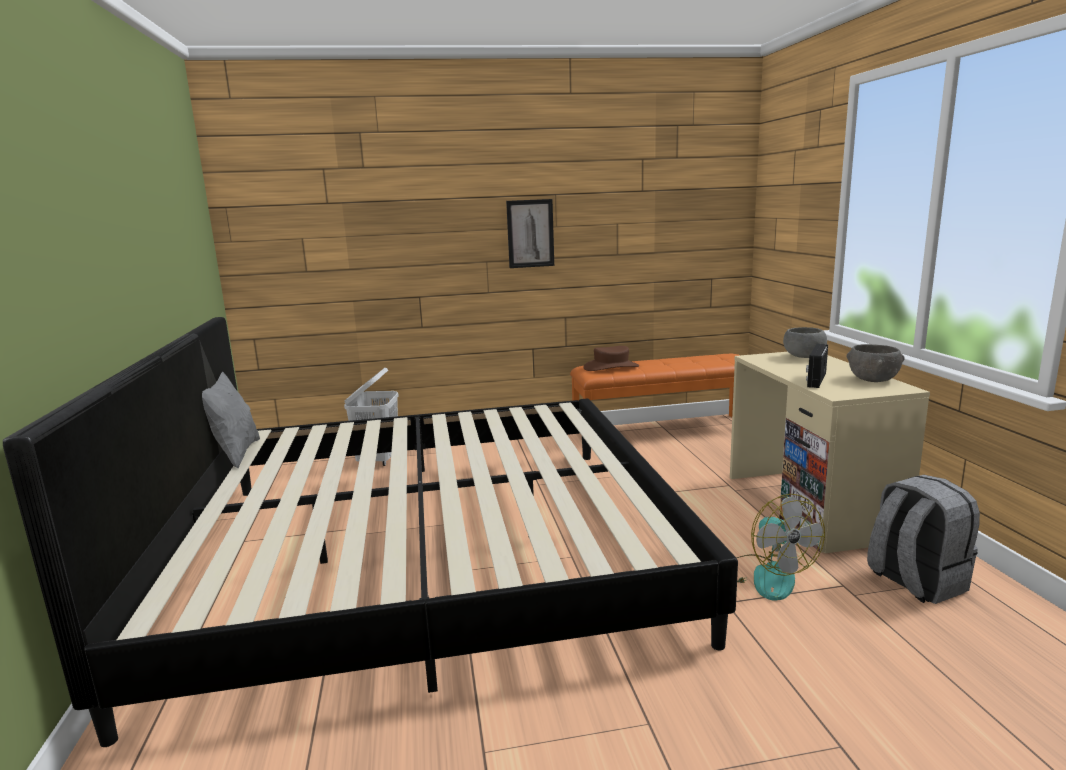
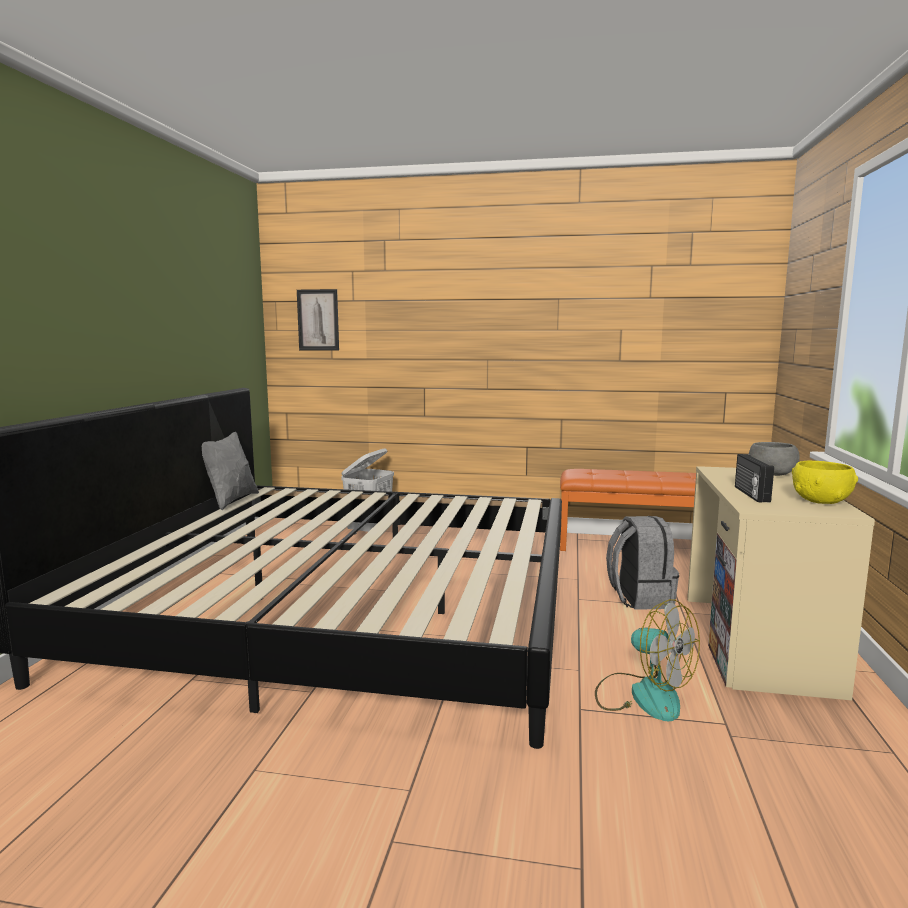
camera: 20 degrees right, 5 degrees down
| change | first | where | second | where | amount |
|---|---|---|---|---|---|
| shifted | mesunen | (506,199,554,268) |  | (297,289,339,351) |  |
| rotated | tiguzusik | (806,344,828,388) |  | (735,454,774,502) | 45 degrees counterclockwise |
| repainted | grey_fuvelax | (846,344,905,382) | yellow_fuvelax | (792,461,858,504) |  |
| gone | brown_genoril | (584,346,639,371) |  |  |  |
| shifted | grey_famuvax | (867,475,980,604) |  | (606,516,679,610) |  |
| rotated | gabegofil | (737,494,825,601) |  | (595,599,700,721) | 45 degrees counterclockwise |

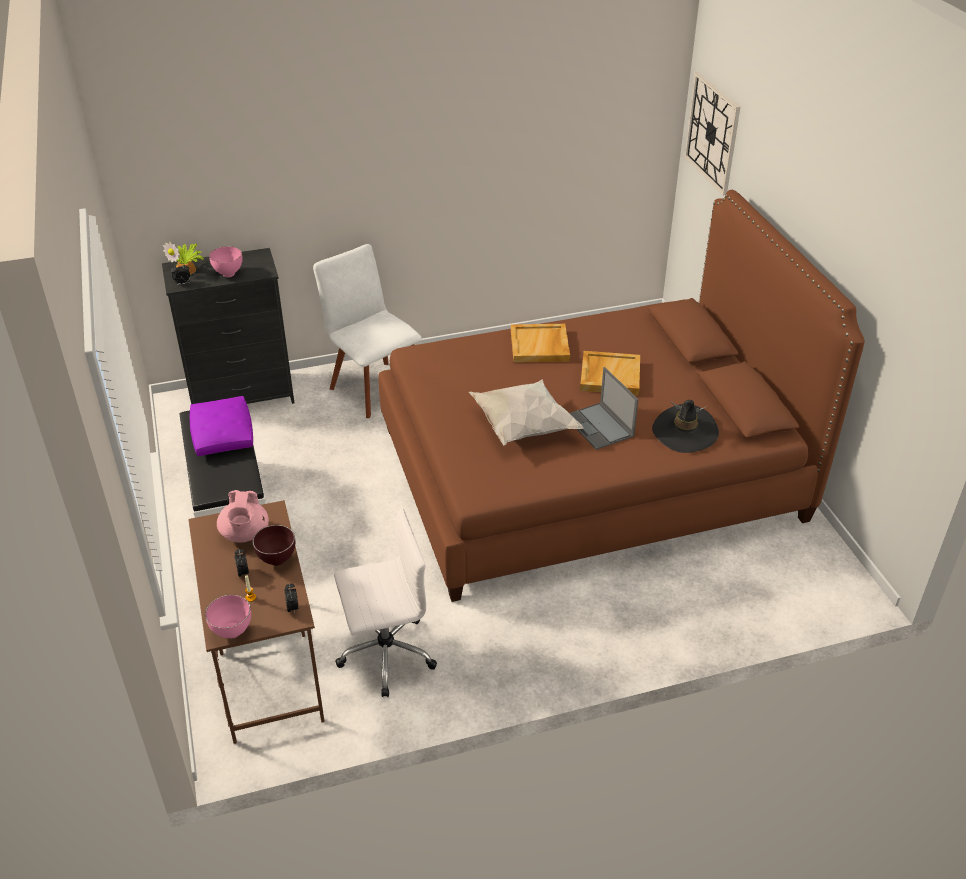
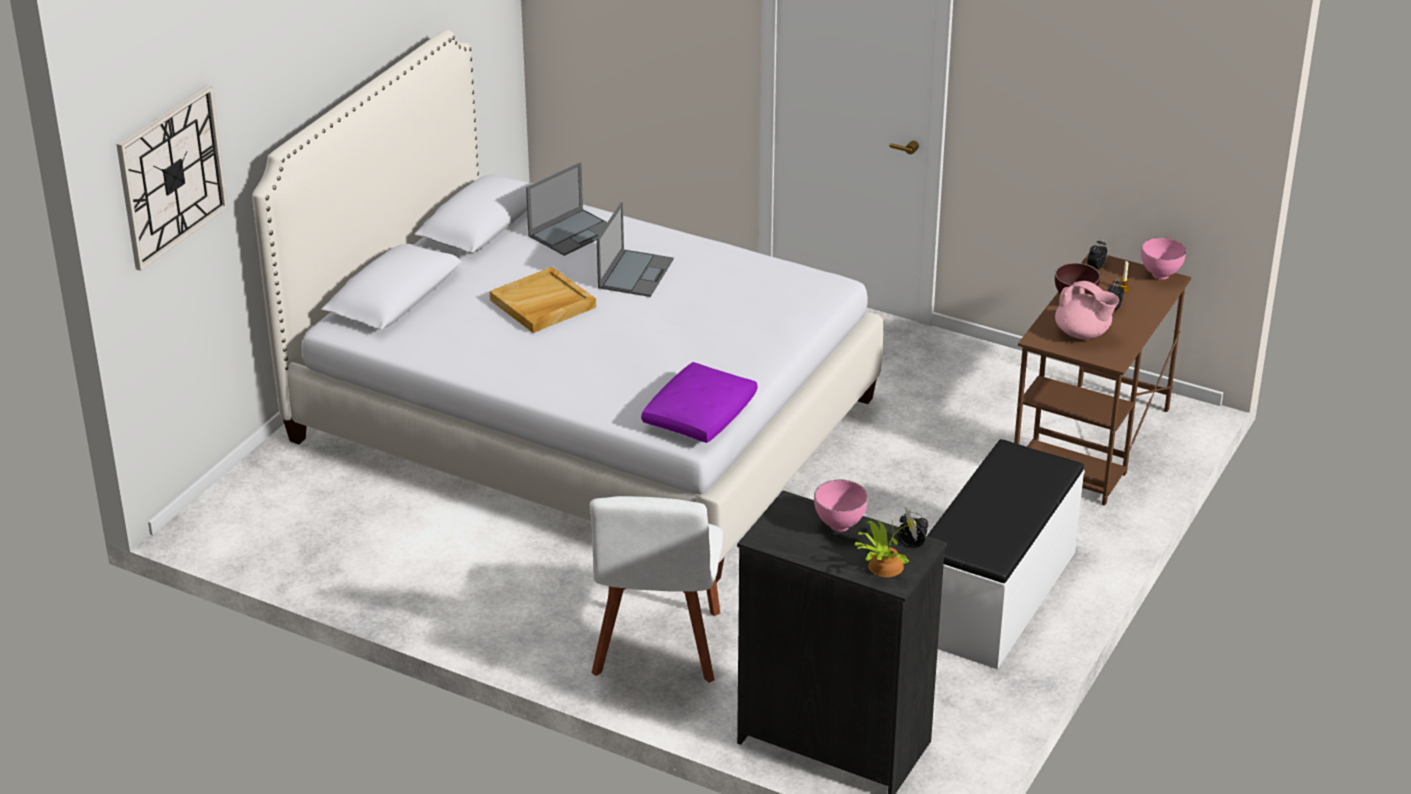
camera: 135 degrees left, 5 degrees down
| change | first | where | second | where | amount |
|---|---|---|---|---|---|
| repainted | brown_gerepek | (379,190,865,602) | white_gerepek | (252,30,883,583) |  |
| gone | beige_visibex | (511,324,570,363) |  |  |  |
| gone | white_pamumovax | (469,379,583,445) |  |  |  |
| shifted | purple_pamumovax | (190,396,253,456) |  | (641,362,758,443) |  |
| swapped | black_genoril | (652,400,719,453) | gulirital | (526,162,607,256) |  |
| rotated | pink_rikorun | (217,490,269,543) |  | (1055,281,1119,340) | 90 degrees clockwise |
| gone | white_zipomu | (334,508,437,697) |  |  |  |

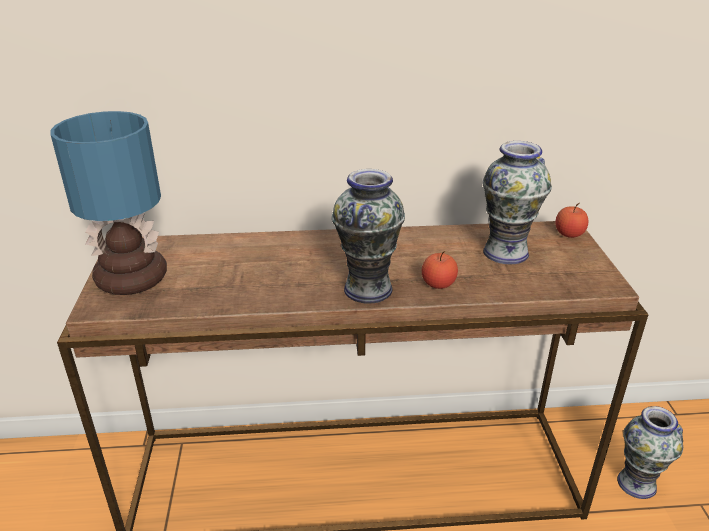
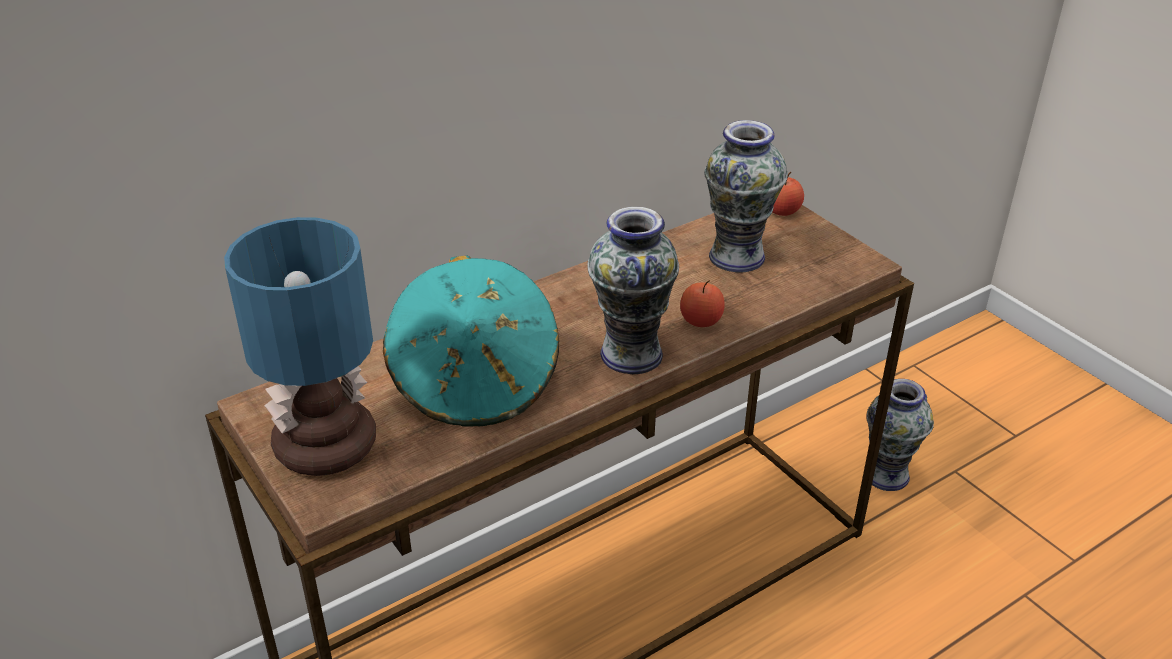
camera: 30 degrees left, 5 degrees up
| change | first | where | second | where | amount |
|---|---|---|---|---|---|
| new |  |  | turquoise_genoril | (383,255,559,427) |  |

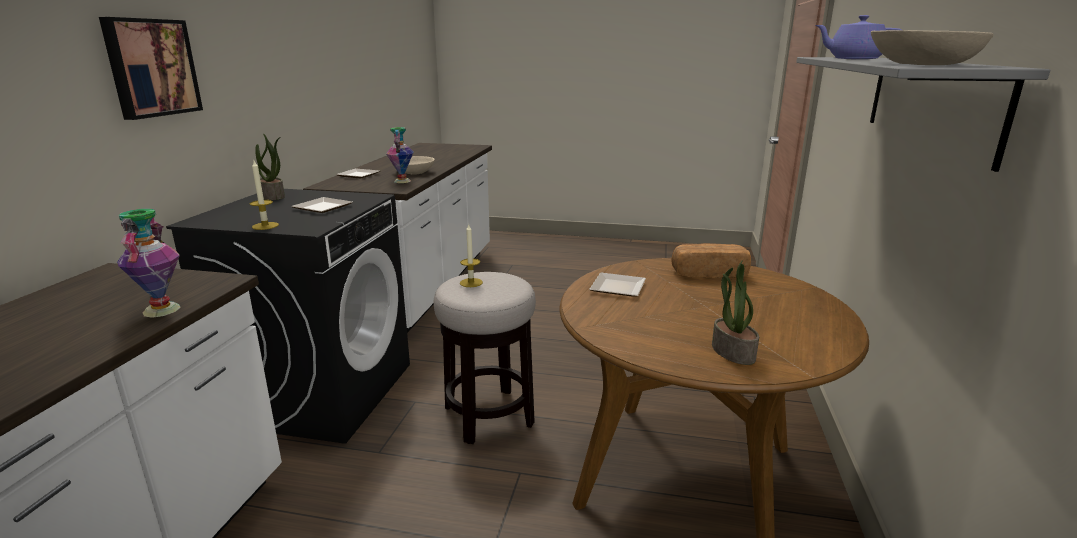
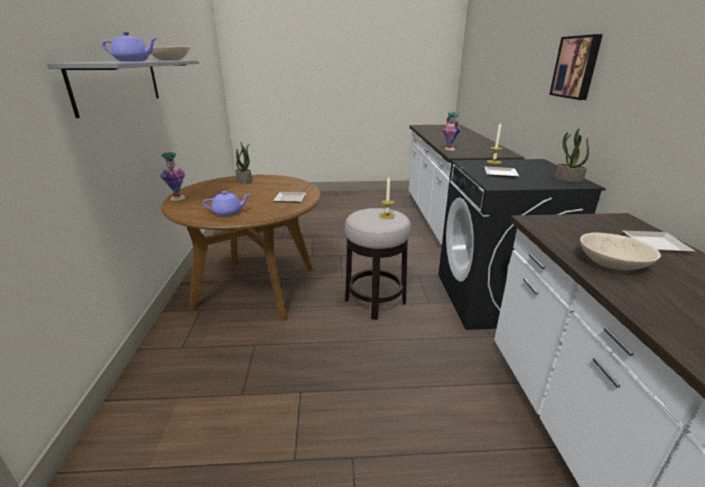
camera: 165 degrees right, 5 degrees up
| change | first | where | second | where | amount |
|---|---|---|---|---|---|
| shifted | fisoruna | (386,127,414,183) |  | (160,152,185,201) |  |
| swapped | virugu | (671,243,751,278) | purple_rikorun | (203,191,250,216) |  |

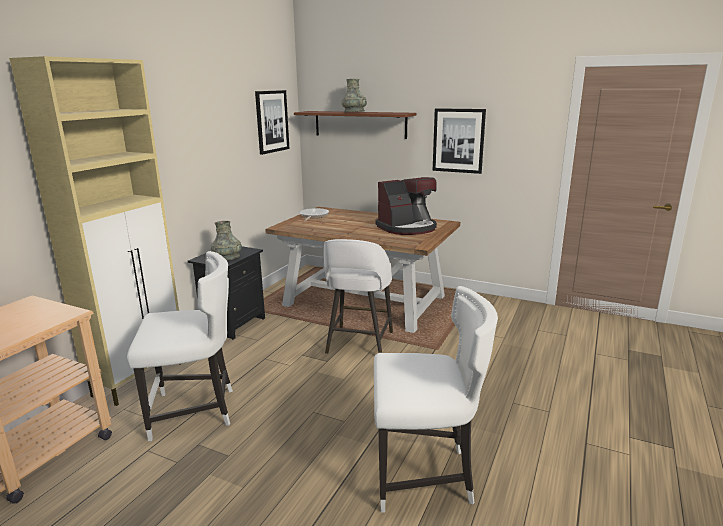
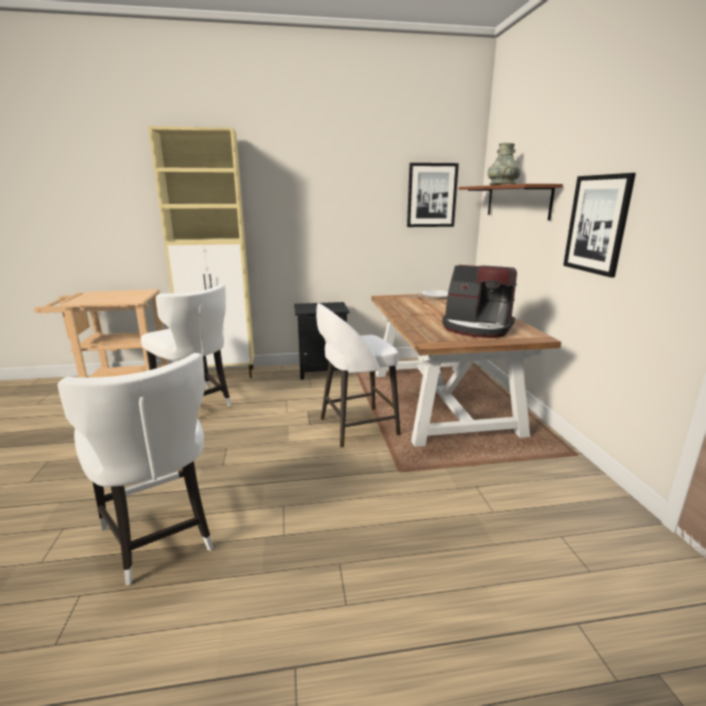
camera: 55 degrees right, 0 degrees up
| change | first | where | second | where | amount |
|---|---|---|---|---|---|
| gone | grey_fisoruna | (211,221,242,260) |  |  |  |

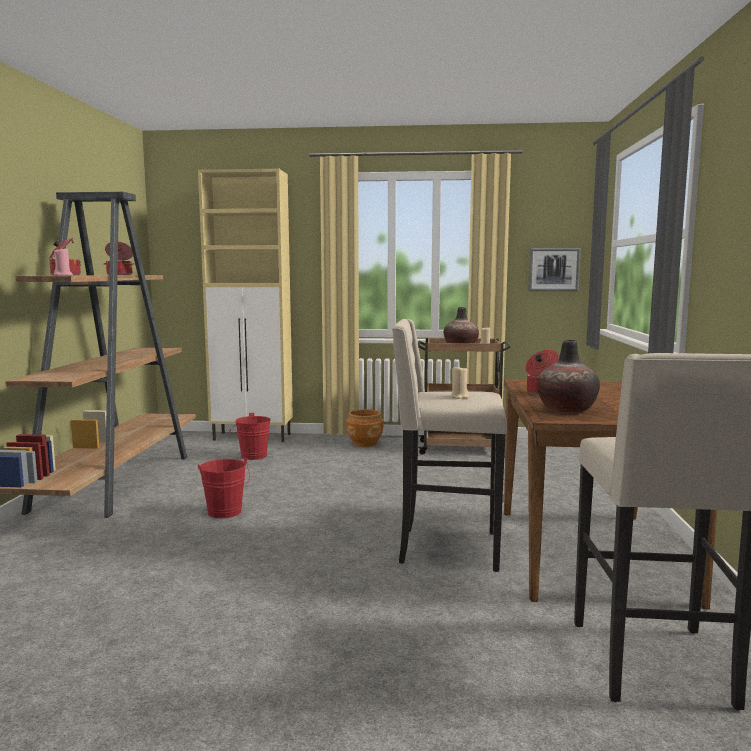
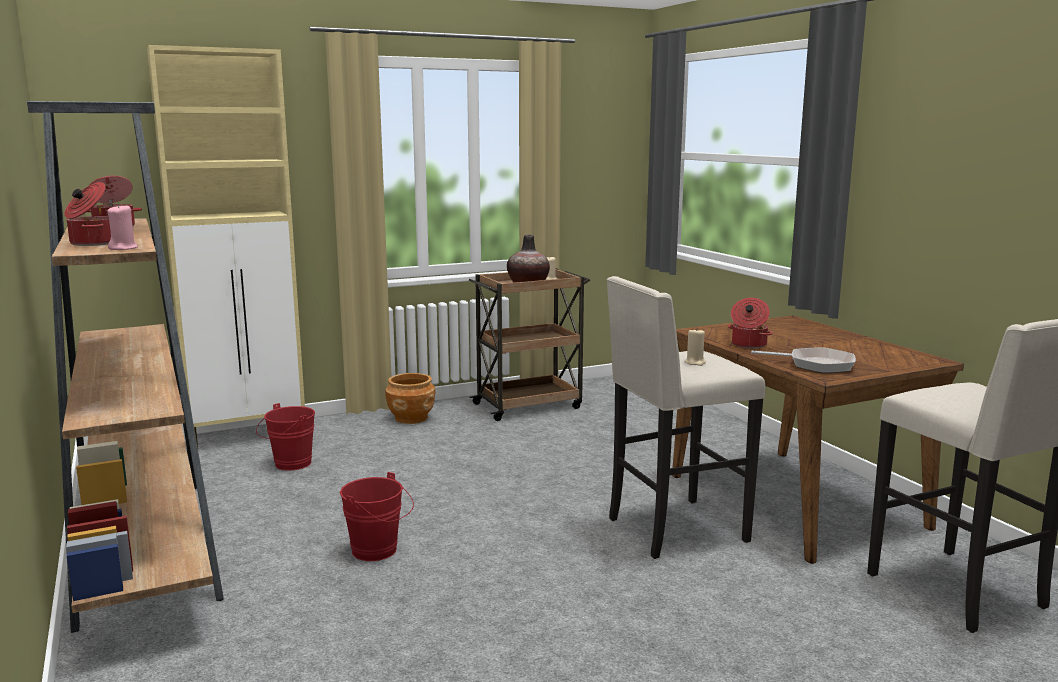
camera: 30 degrees left, 5 degrees up
| change | first | where | second | where | amount |
|---|---|---|---|---|---|
| gone | mesunen | (528,248,581,291) |  |  |  |
| swapped | fisoruna | (537,340,600,413) | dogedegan | (751,347,856,373) |  |

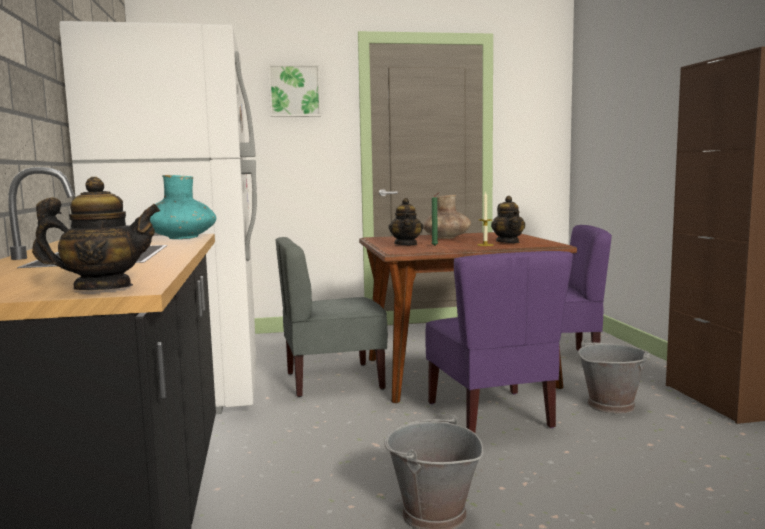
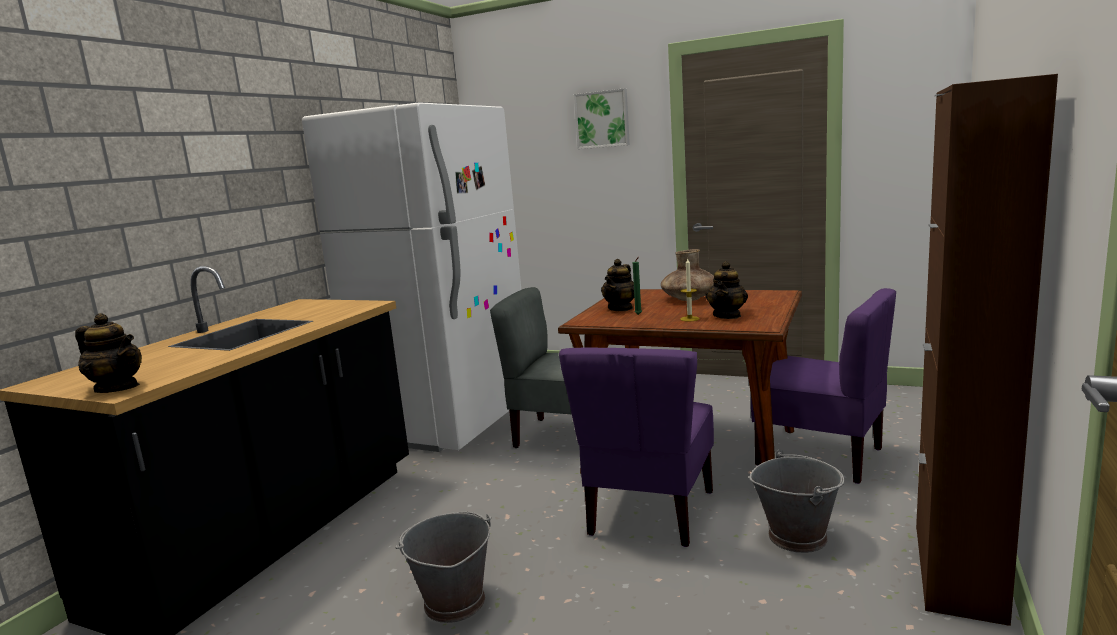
camera: 35 degrees right, 5 degrees up
| change | first | where | second | where | amount |
|---|---|---|---|---|---|
| gone | turquoise_fisoruna | (150,175,216,239) |  |  |  |

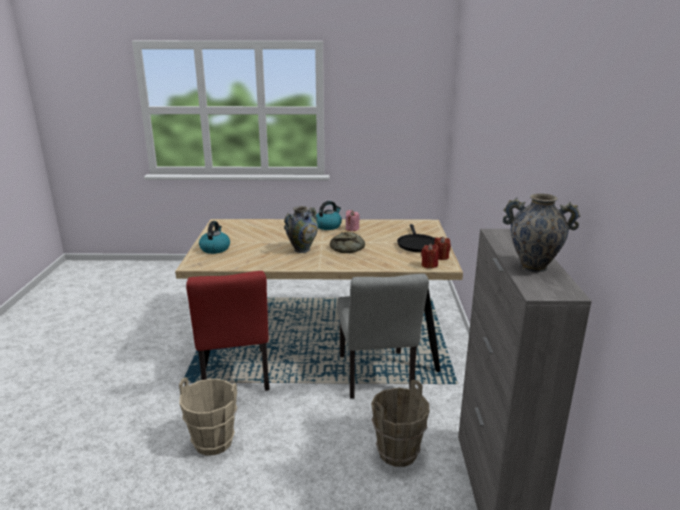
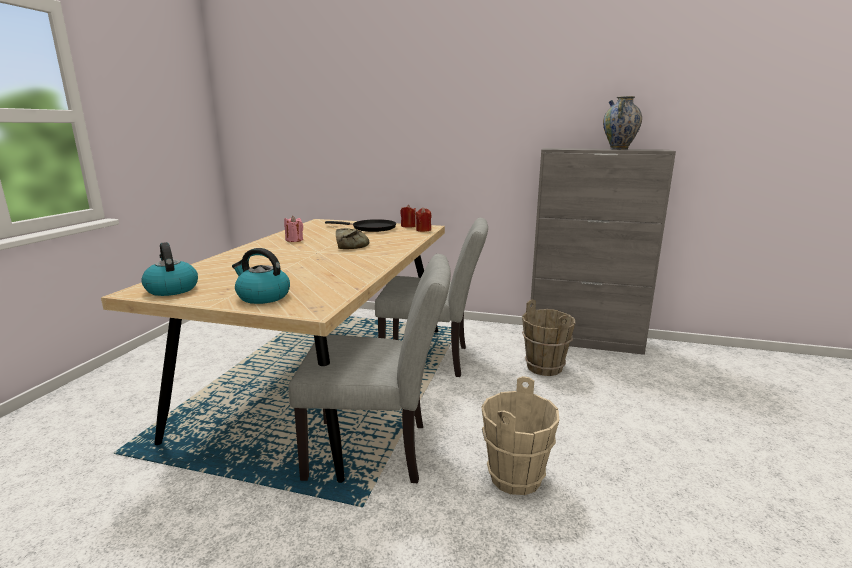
camera: 75 degrees left, 5 degrees down
| change | first | where | second | where | amount |
|---|---|---|---|---|---|
| shifted | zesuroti | (316,201,342,230) |  | (141,242,198,296) |  |
| gone | fisoruna | (284,206,318,253) |  |  |  |
| repainted | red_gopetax | (186,271,269,391) | grey_gopetax | (288,254,451,483) |  |

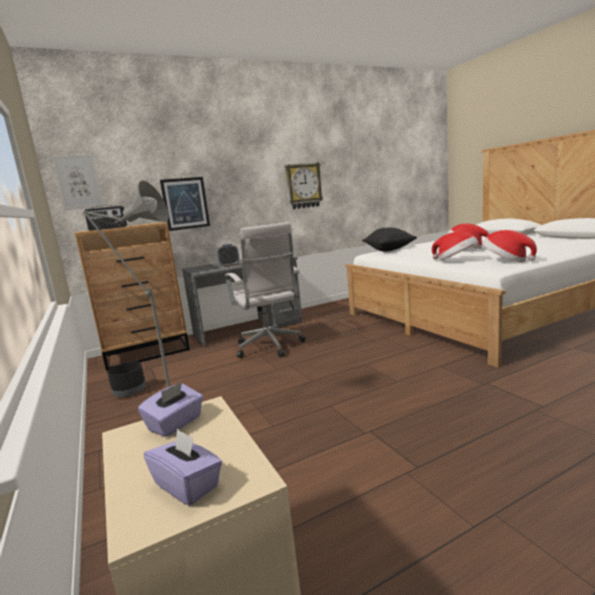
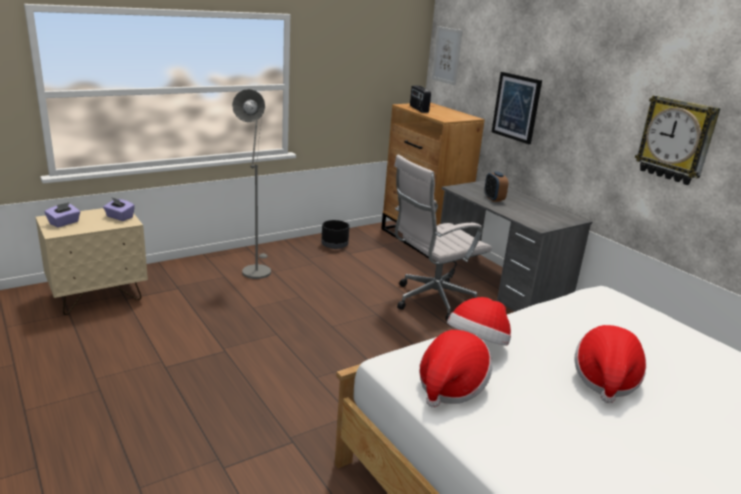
camera: 80 degrees right, 10 degrees up
| change | first | where | second | where | amount |
|---|---|---|---|---|---|
| gone | black_pamumovax | (362,228,417,251) |  |  |  |

